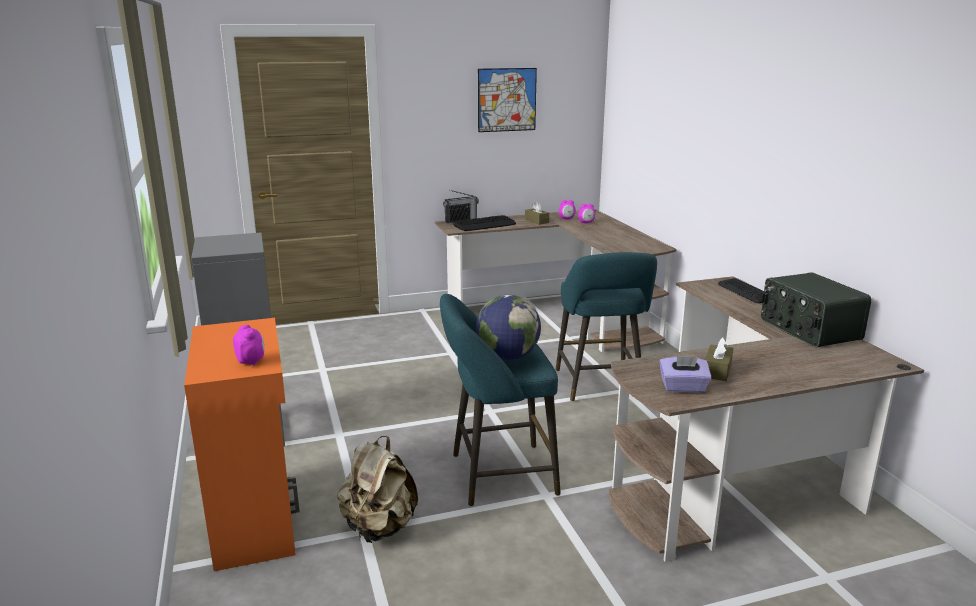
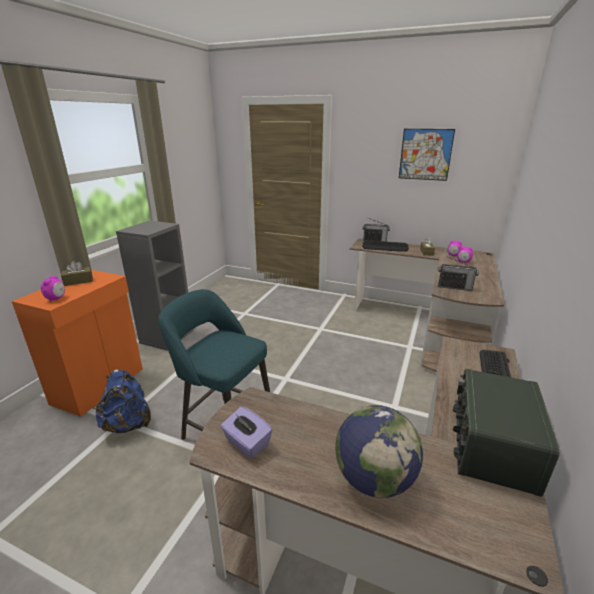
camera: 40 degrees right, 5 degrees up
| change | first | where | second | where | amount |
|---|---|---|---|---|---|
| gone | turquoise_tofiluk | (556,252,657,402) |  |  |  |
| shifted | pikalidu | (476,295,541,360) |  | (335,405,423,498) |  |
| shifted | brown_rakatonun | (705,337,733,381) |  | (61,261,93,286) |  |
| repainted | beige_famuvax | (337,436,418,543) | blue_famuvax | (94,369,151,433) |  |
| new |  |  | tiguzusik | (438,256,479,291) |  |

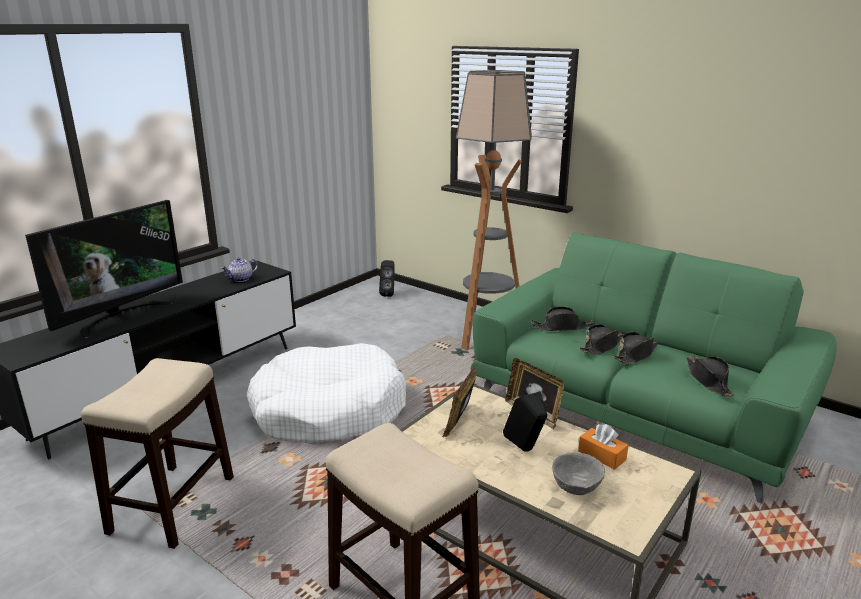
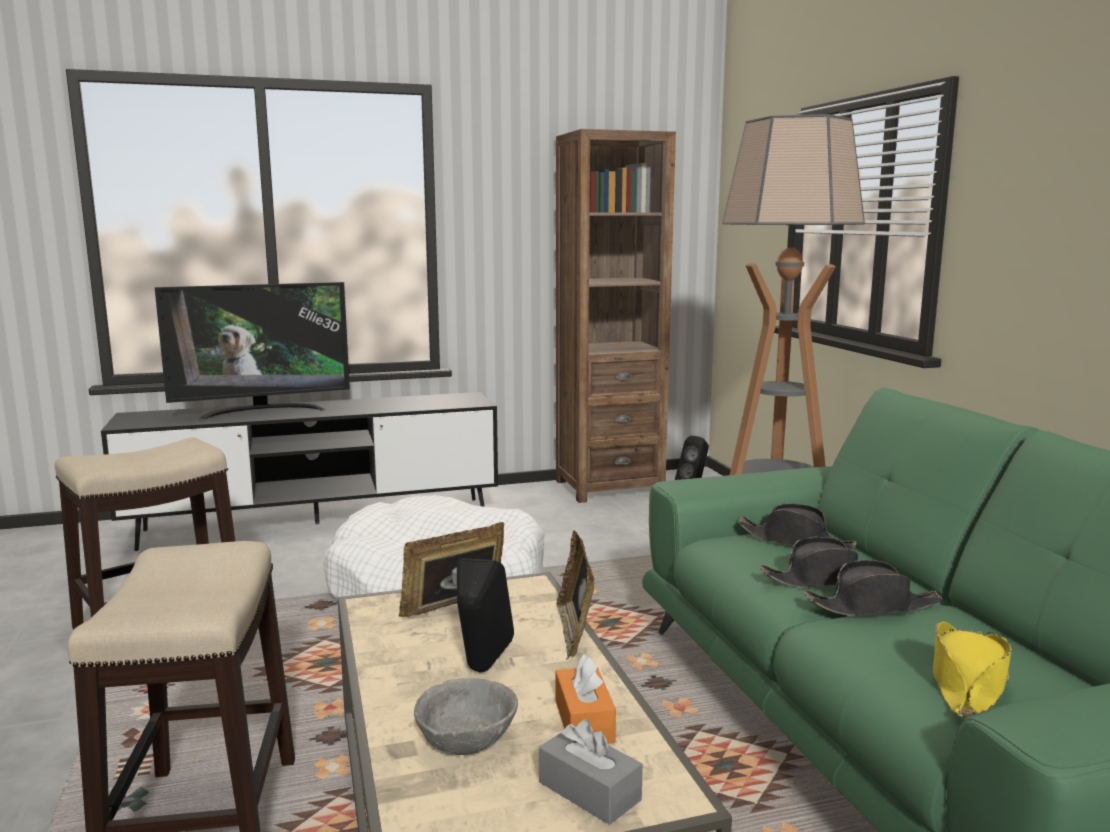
camera: 35 degrees right, 10 degrees down
| change | first | where | second | where | amount |
|---|---|---|---|---|---|
| gone | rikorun | (221,258,258,282) |  |  |  |
| repainted | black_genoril | (686,356,734,397) | yellow_genoril | (933,621,1012,717) |  |
| new |  |  | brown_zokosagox | (556,129,676,503) |  |
| new |  |  | grey_rakatonun | (539,719,643,825) |  |

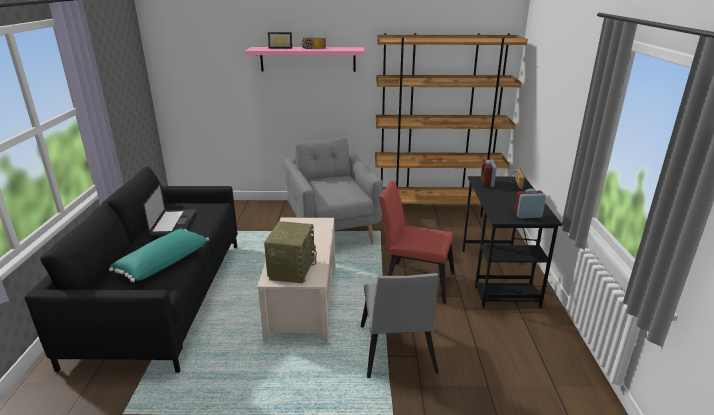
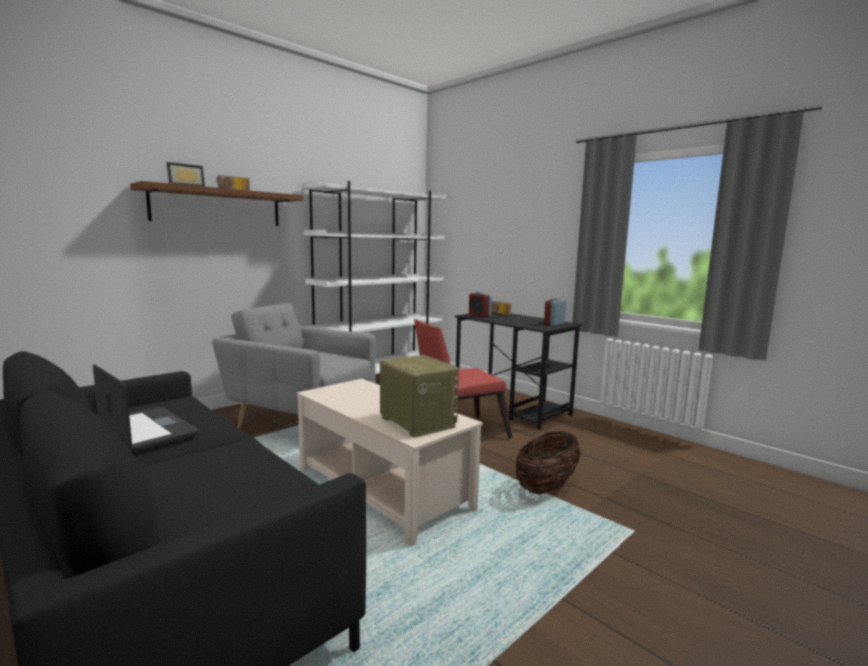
camera: 45 degrees left, 15 degrees down
| change | first | where | second | where | amount |
|---|---|---|---|---|---|
| repainted | brown_zokosagox | (375,33,528,217) | white_zokosagox | (302,180,446,374) |  |
| repainted | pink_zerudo | (245,47,364,72) | brown_zerudo | (130,181,303,226) |  |
| gone | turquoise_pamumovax | (109,228,209,282) |  |  |  |
| swapped | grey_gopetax | (361,273,439,378) | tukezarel | (516,431,580,495) |  |

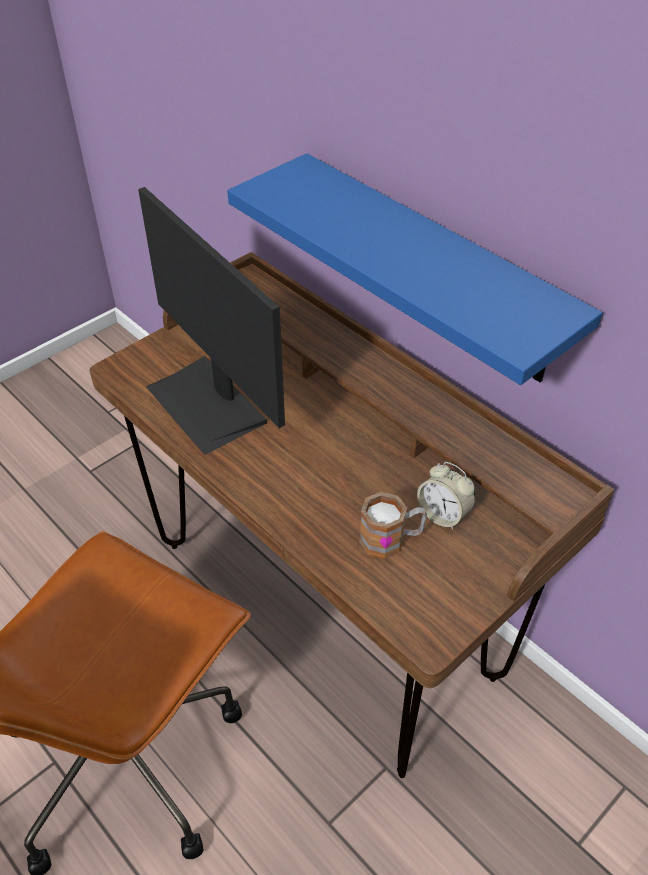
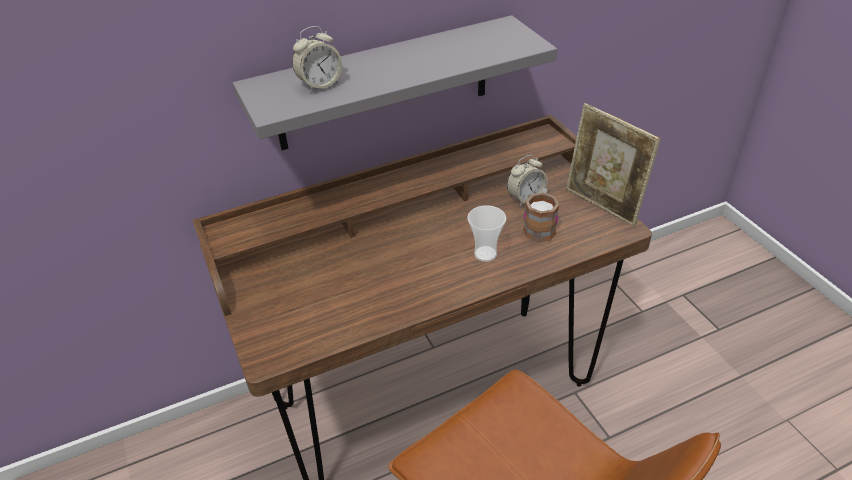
camera: 70 degrees left, 5 degrees down
| change | first | where | second | where | amount |
|---|---|---|---|---|---|
| repainted | blue_zerudo | (227,153,603,385) | grey_zerudo | (233,15,557,150) |  |
| gone | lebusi | (138,187,285,455) |  |  |  |
| new |  |  | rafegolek | (292,26,342,92) |  |
| new |  |  | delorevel | (566,103,661,227) |  |
| new |  |  | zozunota | (467,205,506,262) |  |

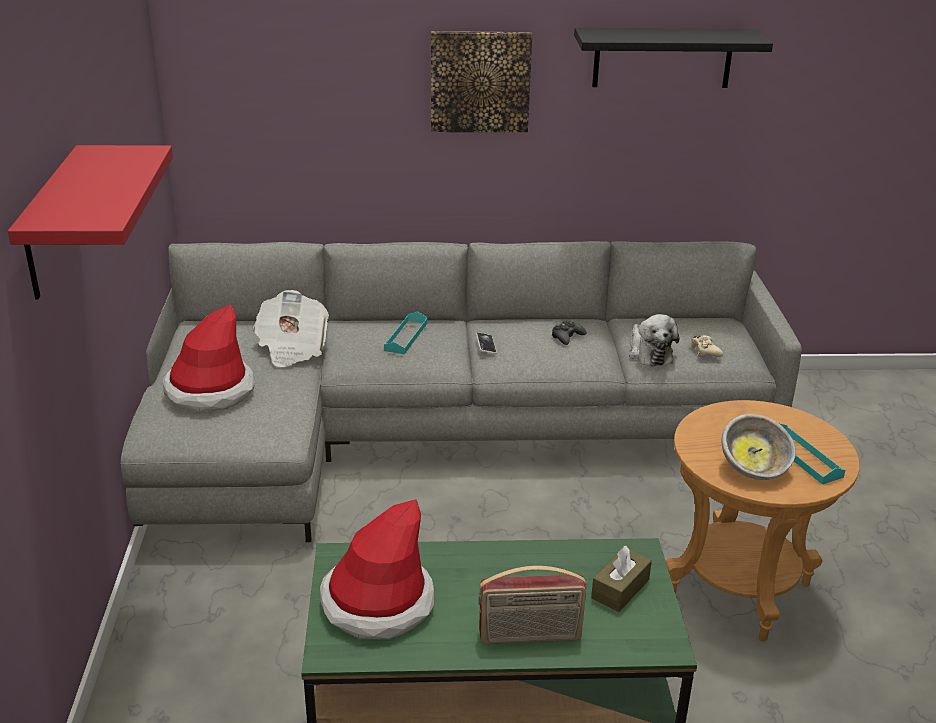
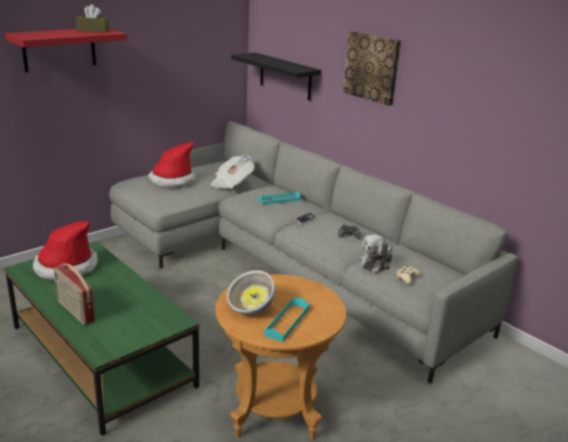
camera: 50 degrees right, 5 degrees down
| change | first | where | second | where | amount |
|---|---|---|---|---|---|
| shifted | black_zerudo | (574,28,773,88) |  | (231,52,321,101) |  |
| shifted | brown_rakatonun | (591,546,652,612) |  | (76,4,110,33) |  |

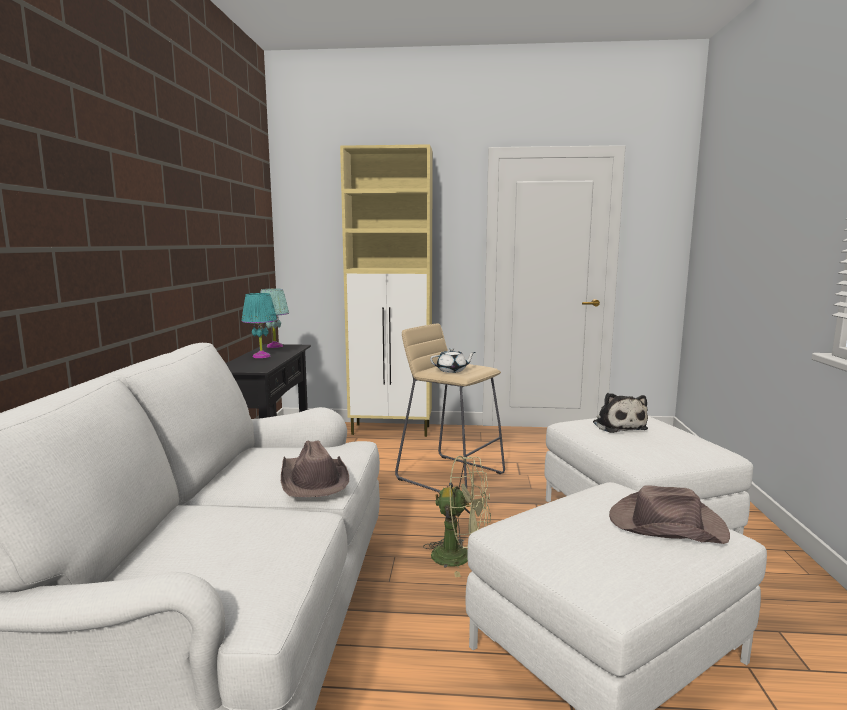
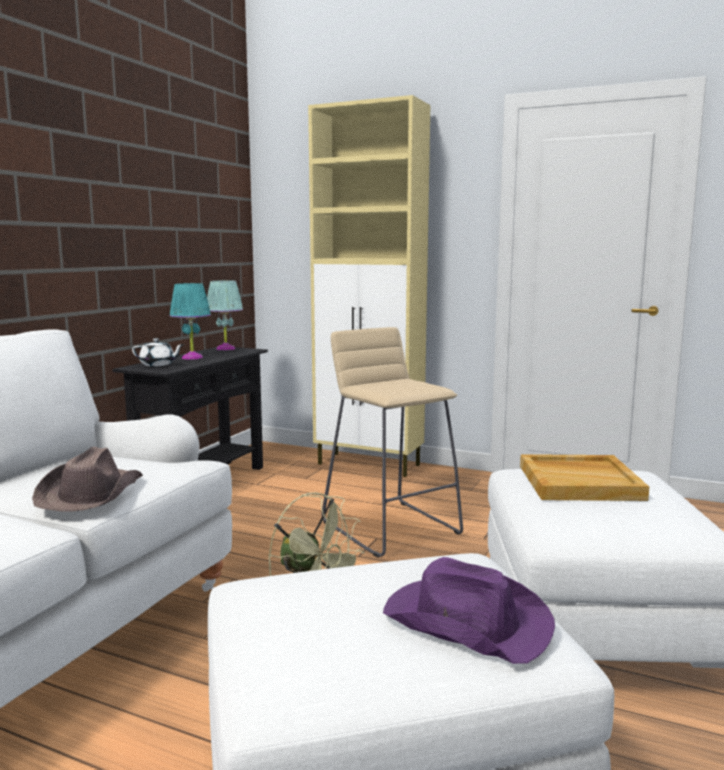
camera: 20 degrees right, 0 degrees up
| change | first | where | second | where | amount |
|---|---|---|---|---|---|
| shifted | white_rikorun | (430,348,476,373) |  | (132,338,184,366) |  |
| swapped | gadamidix | (593,393,648,433) | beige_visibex | (520,454,649,501) |  |
| repainted | brown_genoril | (609,485,730,544) | purple_genoril | (383,557,555,664) |  |

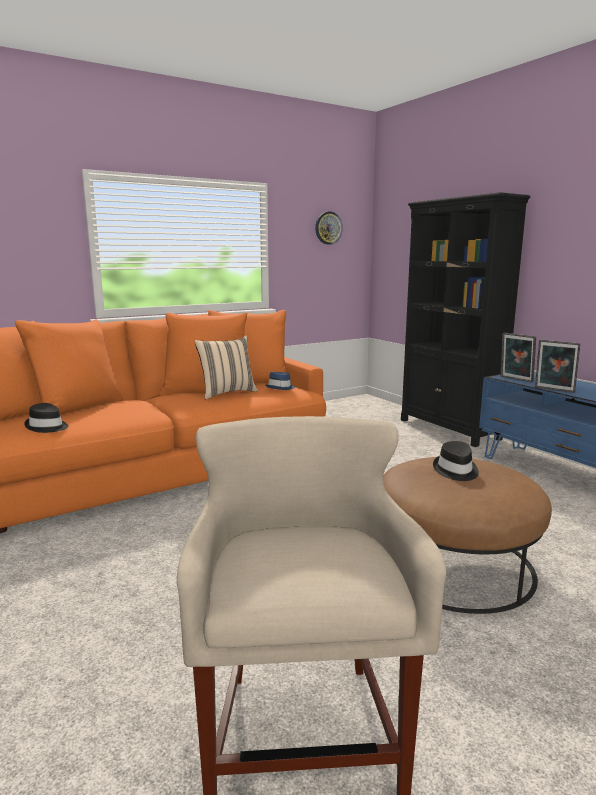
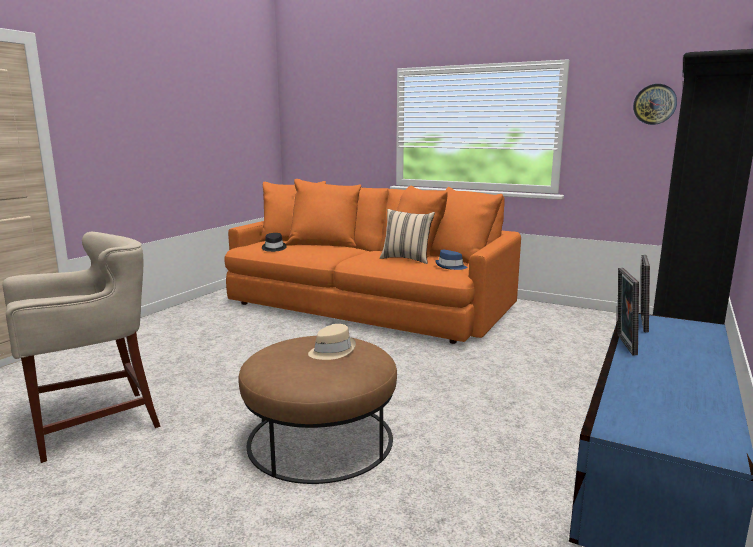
camera: 60 degrees right, 0 degrees up
| change | first | where | second | where | amount |
|---|---|---|---|---|---|
| repainted | black_genoril | (433,441,479,481) | beige_genoril | (308,324,356,360) |  |

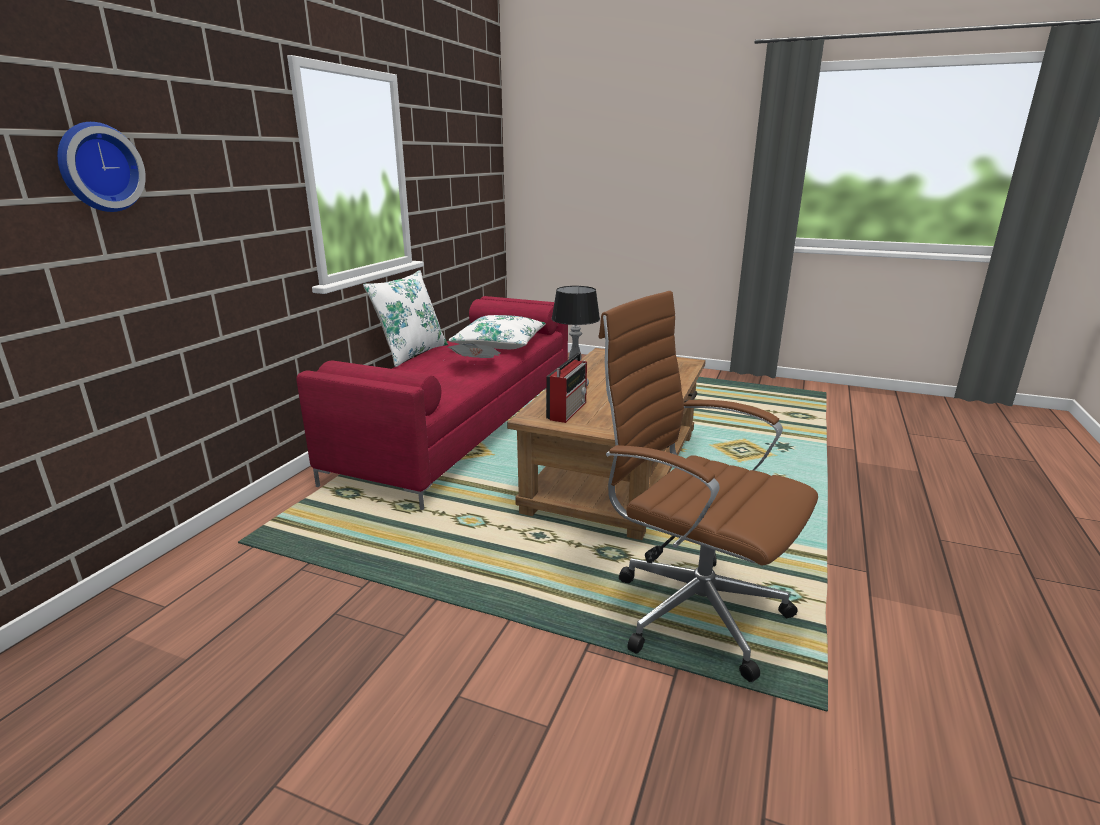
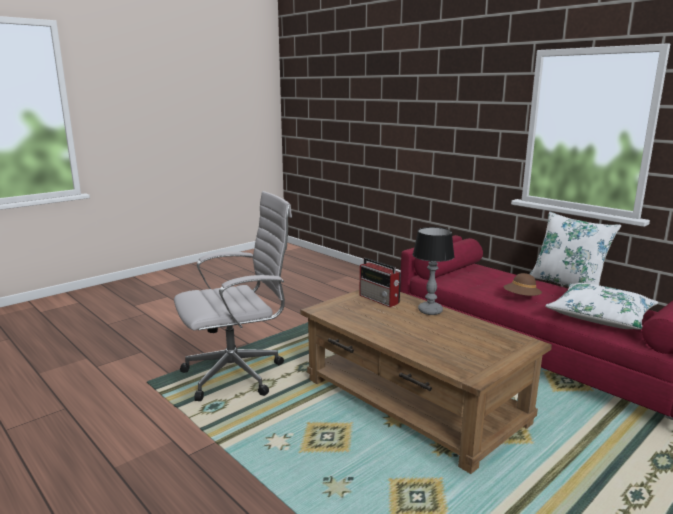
camera: 115 degrees right, 5 degrees down
| change | first | where | second | where | amount |
|---|---|---|---|---|---|
| gone | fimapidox | (57,122,146,212) |  |  |  |
| repainted | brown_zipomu | (598,291,818,682) | white_zipomu | (174,191,292,401) |  |
| swapped | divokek | (447,343,501,358) | brown_genoril | (503,273,542,296) |  |

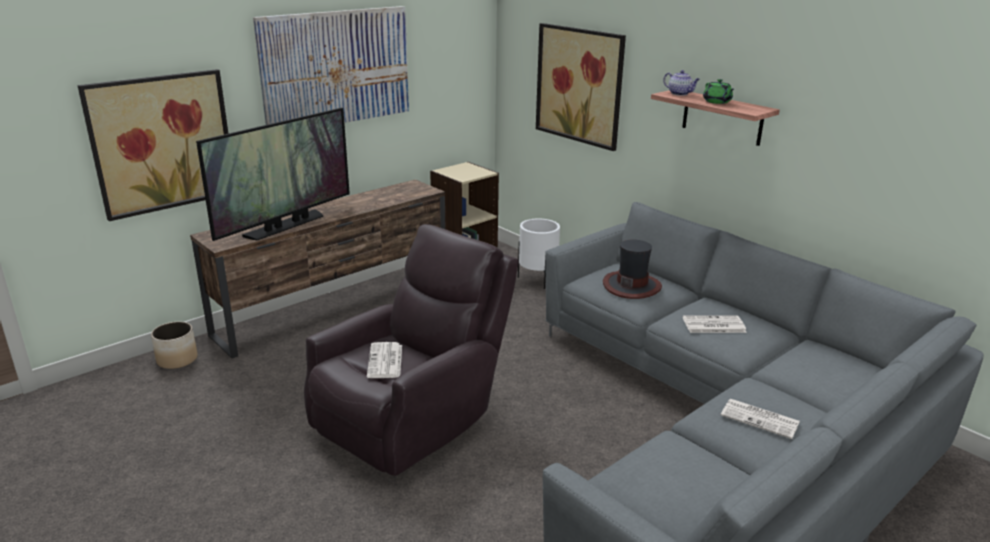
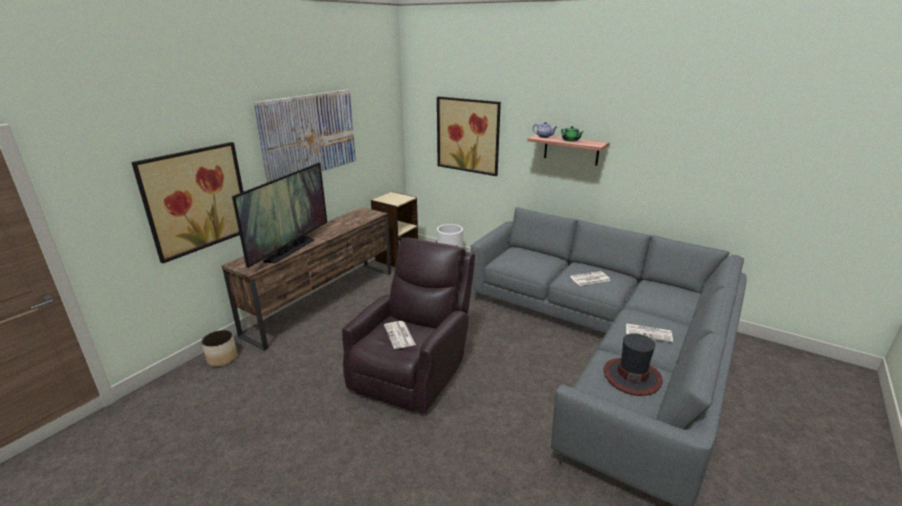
camera: 15 degrees left, 0 degrees up
| change | first | where | second | where | amount |
|---|---|---|---|---|---|
| shifted | genoril | (603,240,662,299) |  | (604,333,663,396) |  |

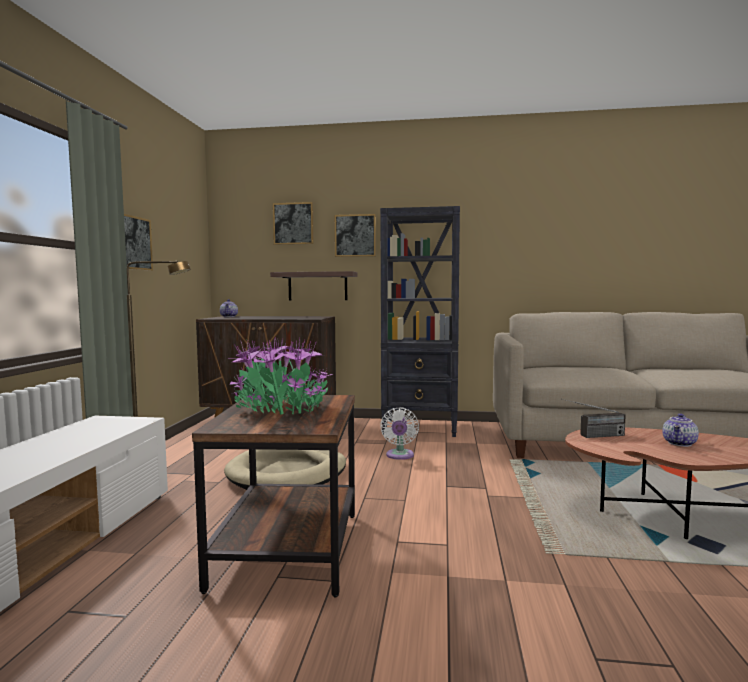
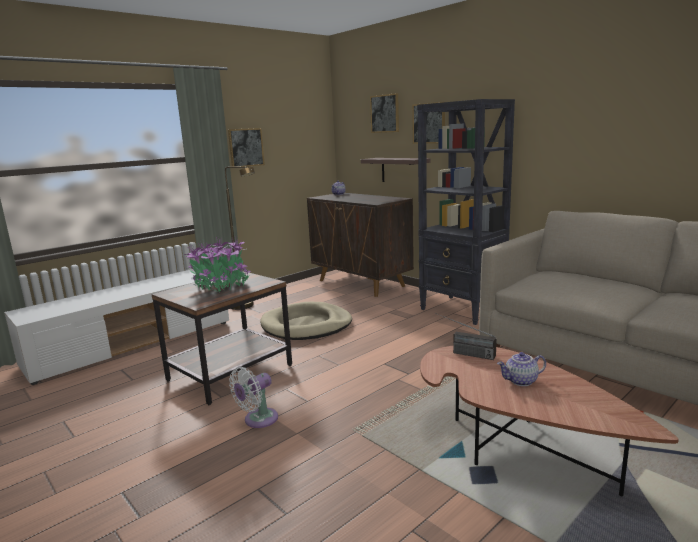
camera: 40 degrees right, 10 degrees up
| change | first | where | second | where | amount |
|---|---|---|---|---|---|
| shifted | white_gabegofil | (380,407,419,460) |  | (229,367,278,428) |  |

